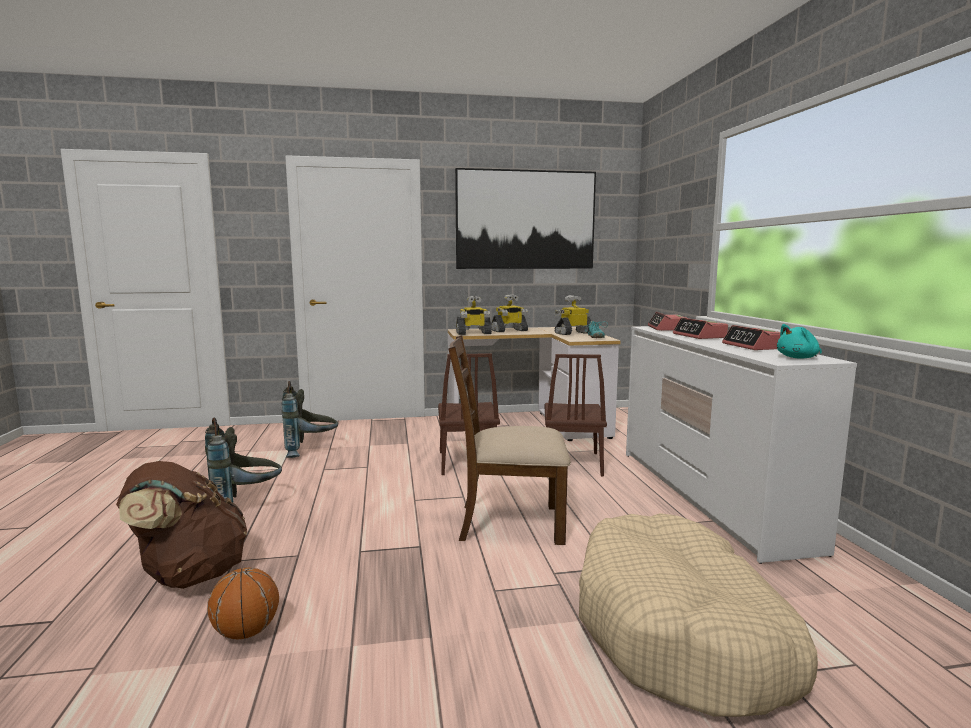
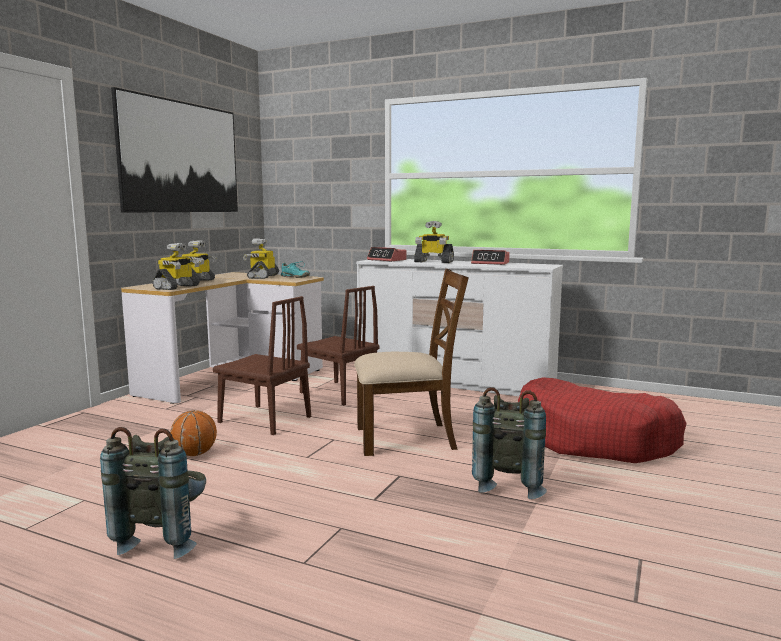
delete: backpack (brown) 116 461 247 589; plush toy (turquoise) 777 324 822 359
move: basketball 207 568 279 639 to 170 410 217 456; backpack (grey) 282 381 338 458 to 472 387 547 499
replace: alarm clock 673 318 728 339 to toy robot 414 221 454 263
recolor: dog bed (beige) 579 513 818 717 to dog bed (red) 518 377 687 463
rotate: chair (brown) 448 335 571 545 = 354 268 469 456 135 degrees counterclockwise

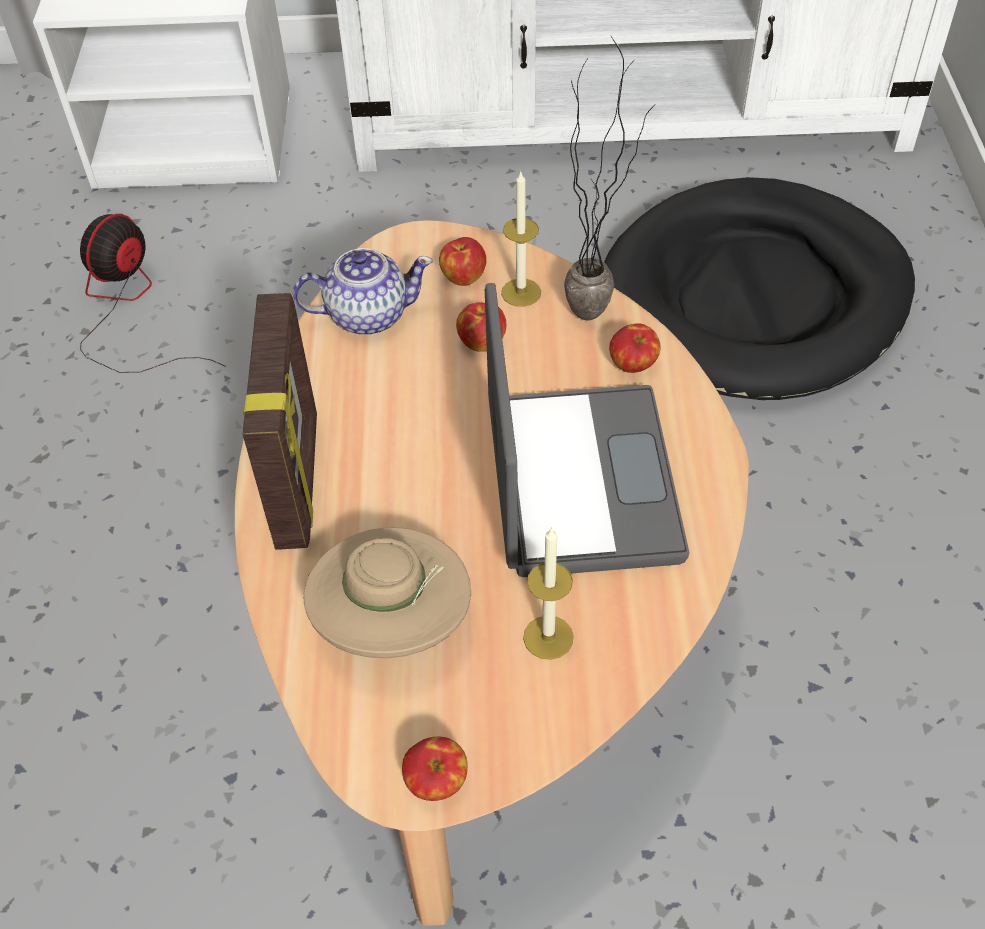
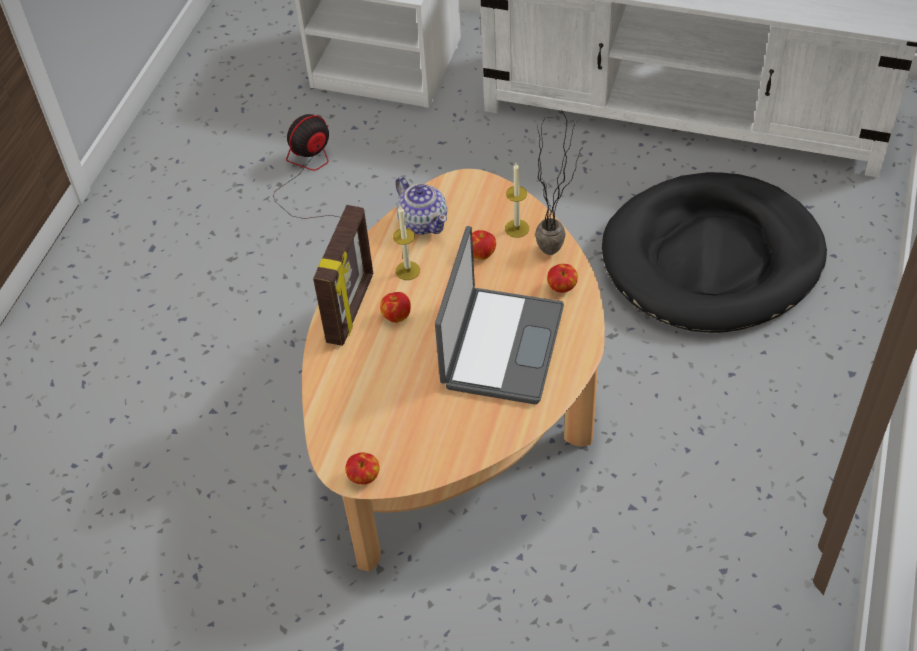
delete: hat (beige) 304 527 471 658
move: apple 439 237 486 286 to 380 292 411 323; candle 523 527 574 660 to 393 205 420 280
rotate: teapot 293 248 433 335 = 395 177 447 235 45 degrees clockwise

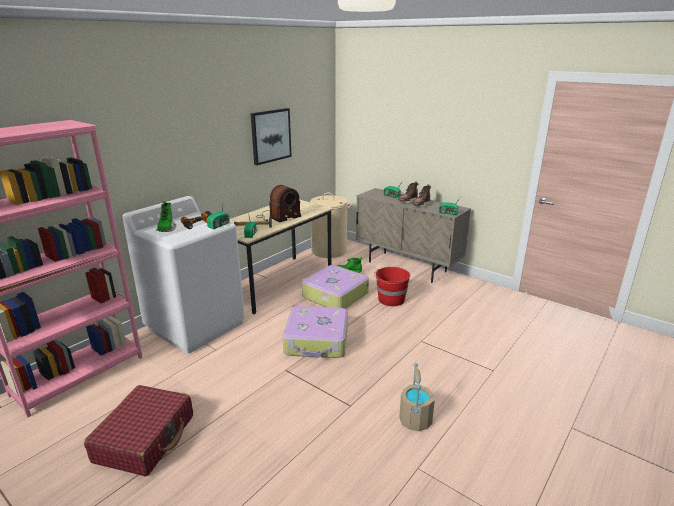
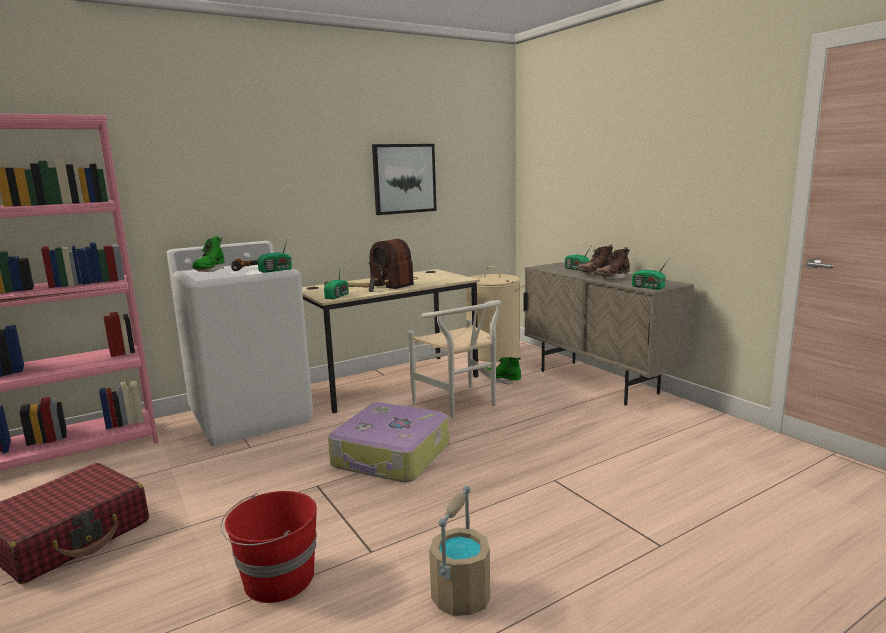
move: bucket (red) 374 267 410 306 to 220 491 317 603
replace: suitcase 302 265 369 309 to chair (white) 408 300 501 419
rotate: radio 256 185 301 222 = 369 239 418 289 60 degrees clockwise

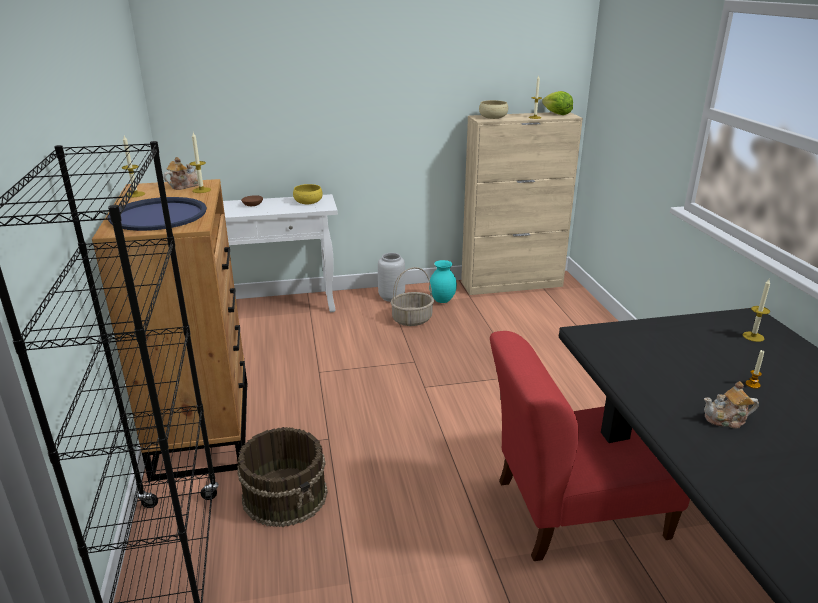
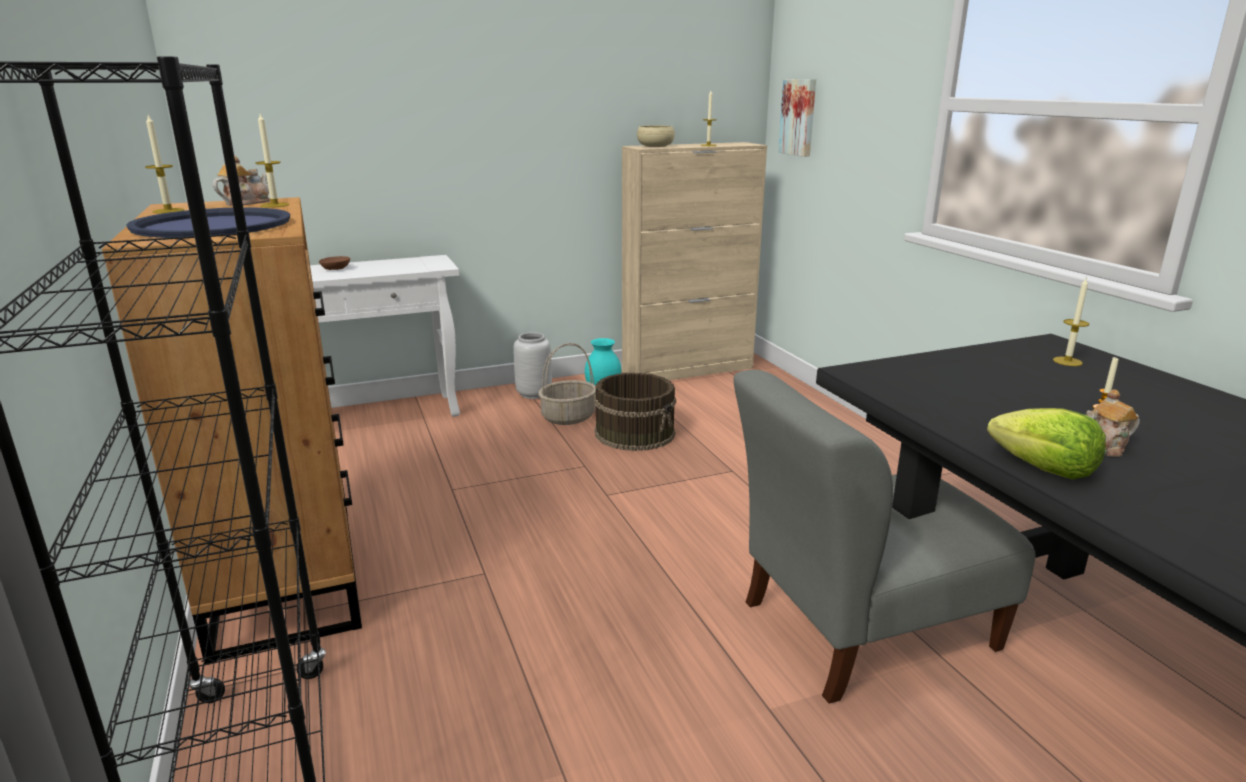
delete: bowl (yellow) 293 184 323 204
insert: picture 778 79 816 157
move: bucket (brown) 237 427 328 527 to 594 372 676 451; lettuce 542 91 573 115 to 987 408 1106 479
recolor: chair (red) 490 331 690 561 to chair (grey) 734 370 1035 704

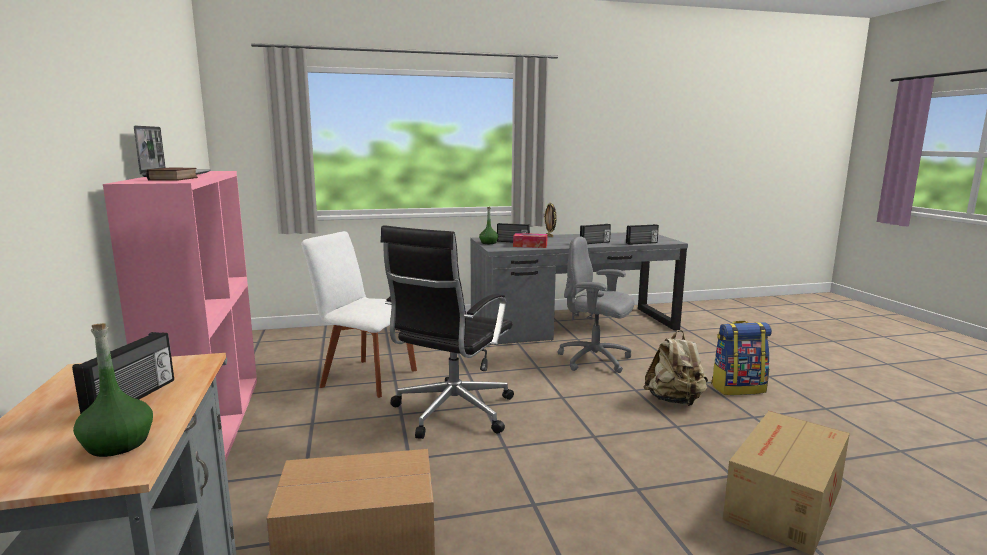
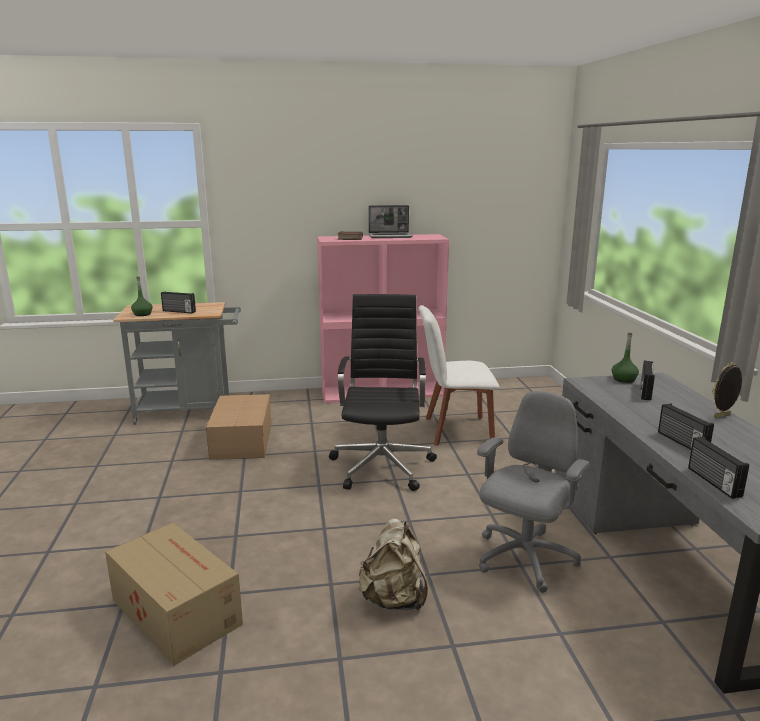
delete: tissue box 513 233 548 248; backpack 711 321 772 395
rotate: office chair (black) 381 225 514 439 = 329 294 437 491 60 degrees clockwise; chair (white) 302 231 417 398 = 419 305 499 446 120 degrees counterclockwise

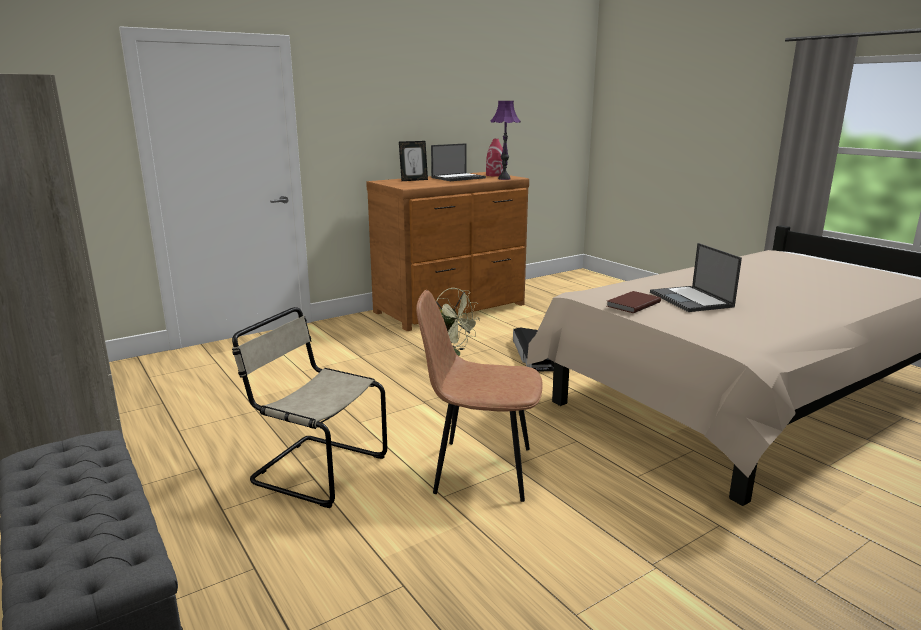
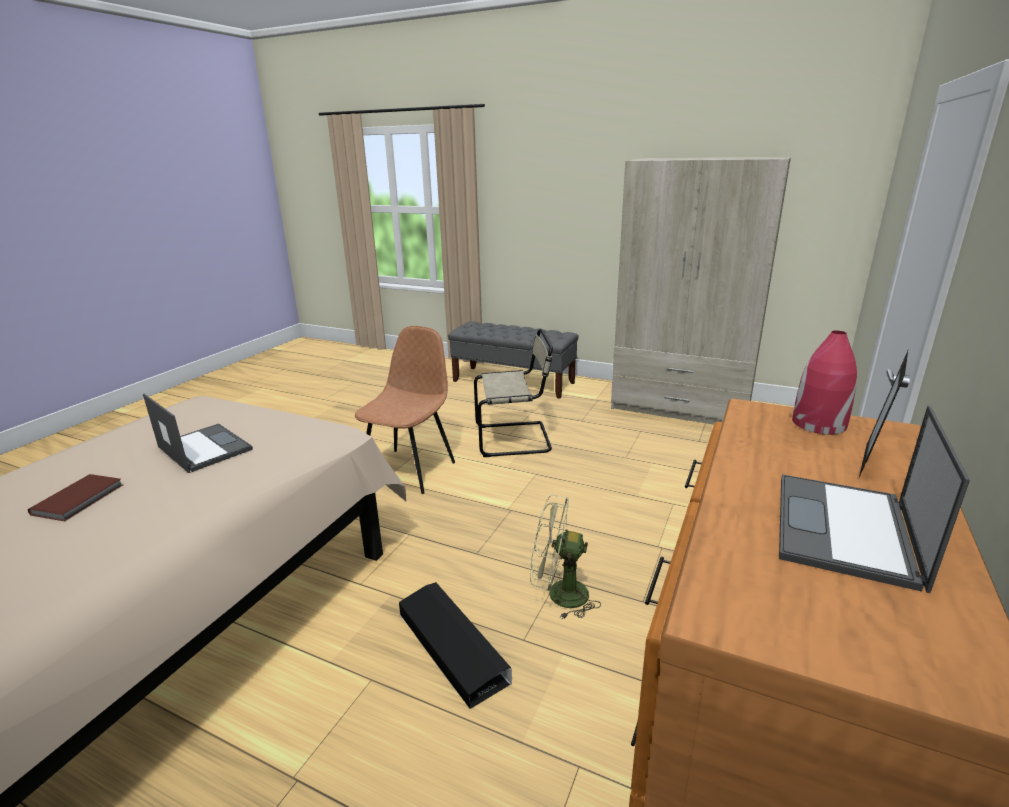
delete: table lamp (purple) 491 101 520 180
move: book (brown) 607 291 661 313 to 28 474 123 521; vase (red) 486 138 503 176 to 792 331 857 435
rotate: chair (brown) 416 290 543 502 = 355 326 455 494 45 degrees counterclockwise

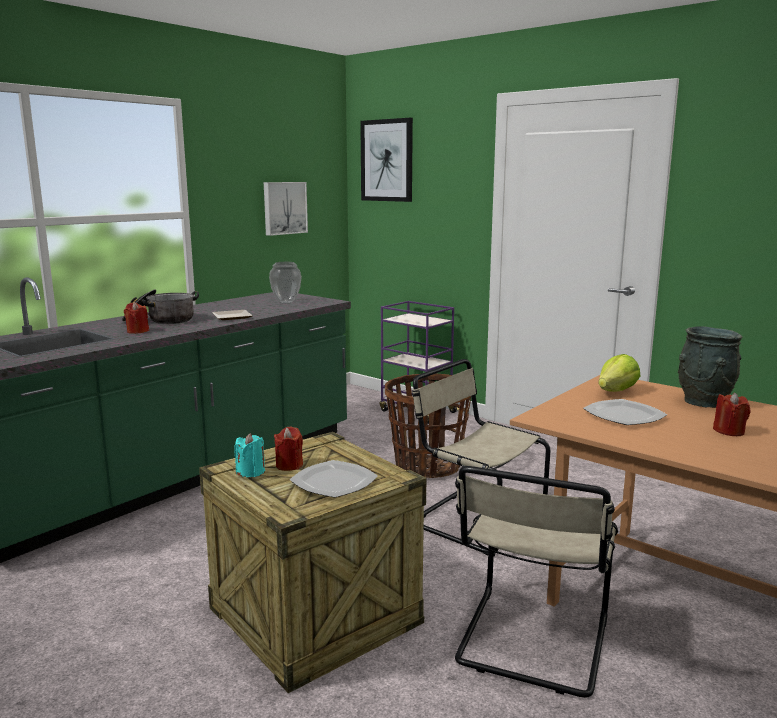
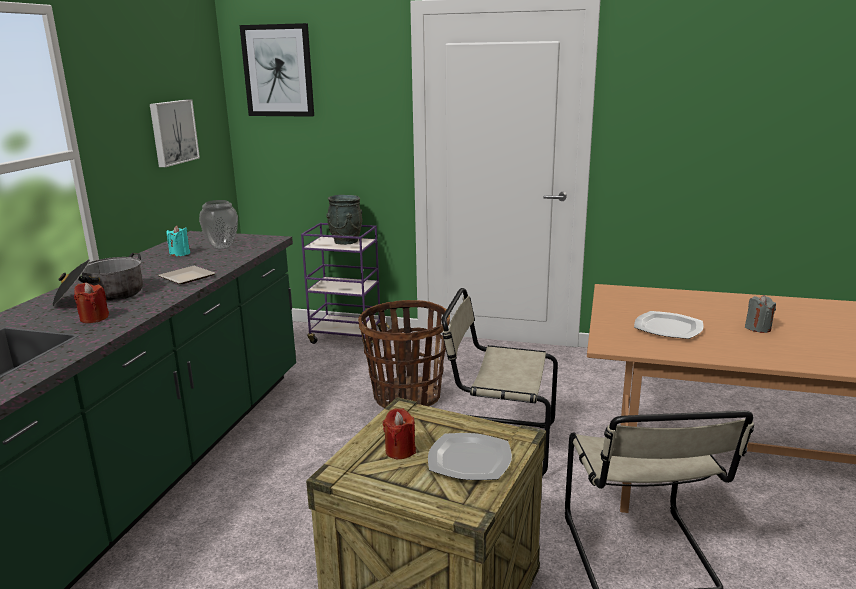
delete: lettuce 598 354 640 392
move: candle (turquoise) 234 433 265 477 to 166 226 190 256; vase (grey) 678 326 742 408 to 326 195 363 245
recolor: candle (red) 713 393 750 436 to candle (grey) 745 295 776 333

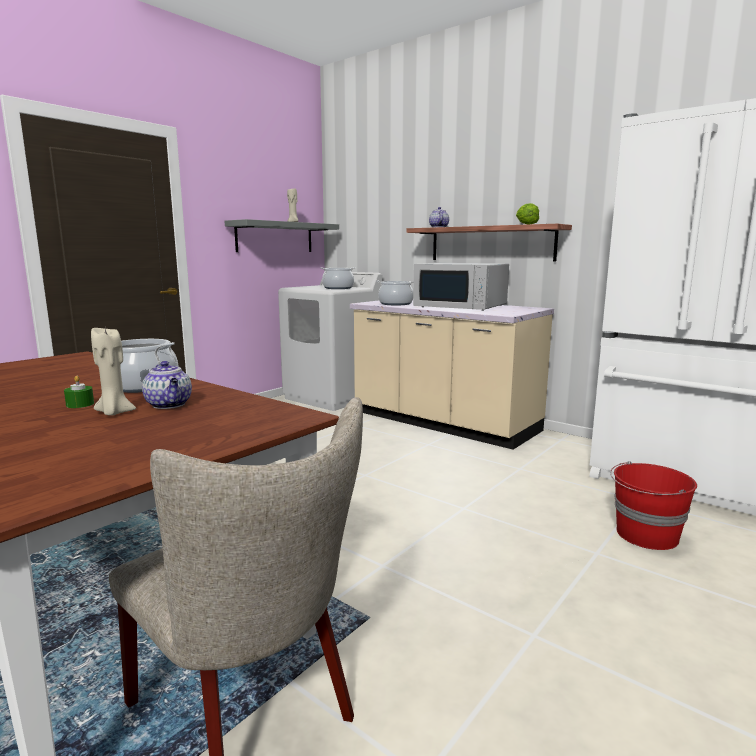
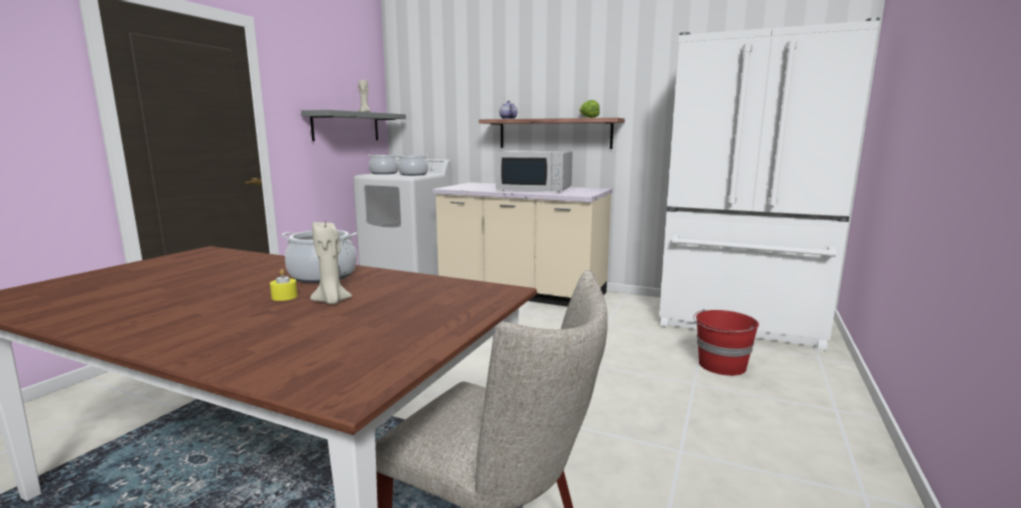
delete: teapot 142 361 192 409
move: cooking pot 377 281 413 305 to 367 154 399 174
recolor: candle (green) 64 376 94 408 to candle (yellow) 270 269 298 301

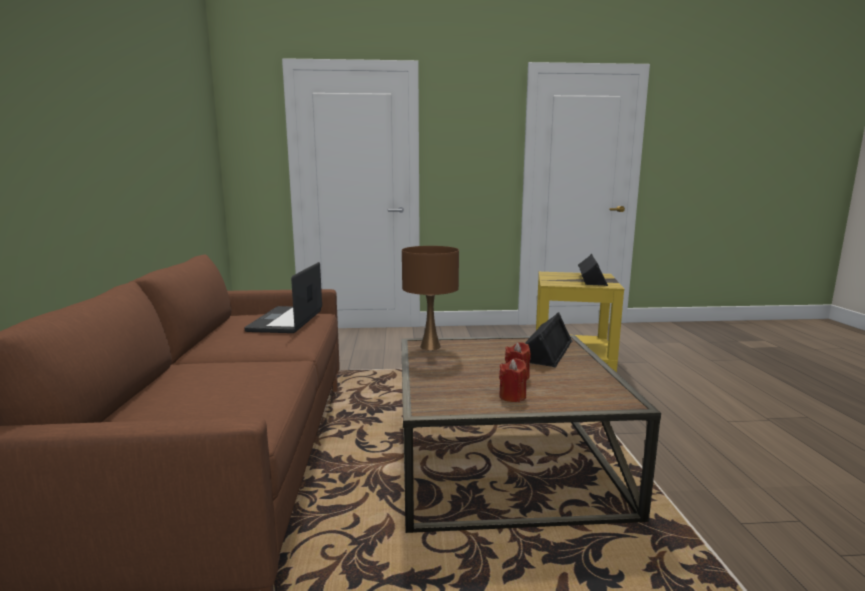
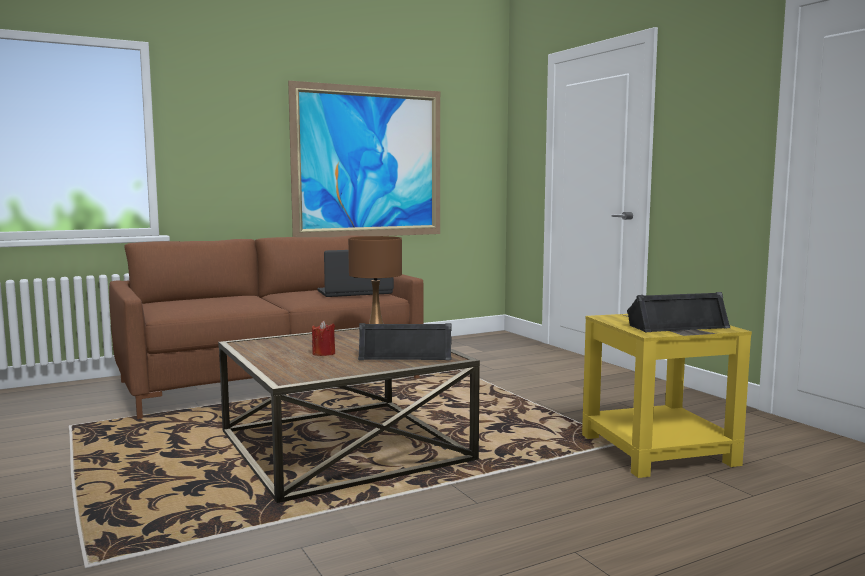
delete: candle (red) 499 359 527 402
insert: picture 288 81 440 237

